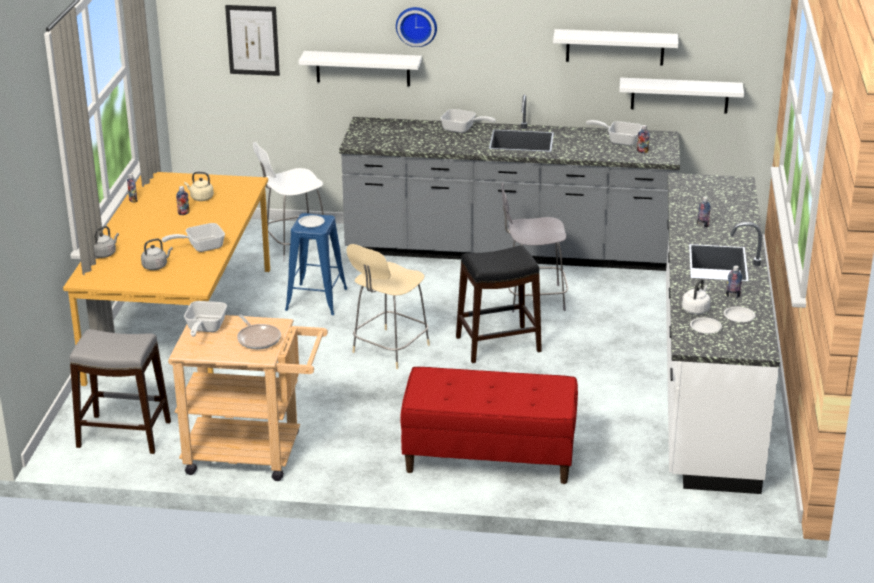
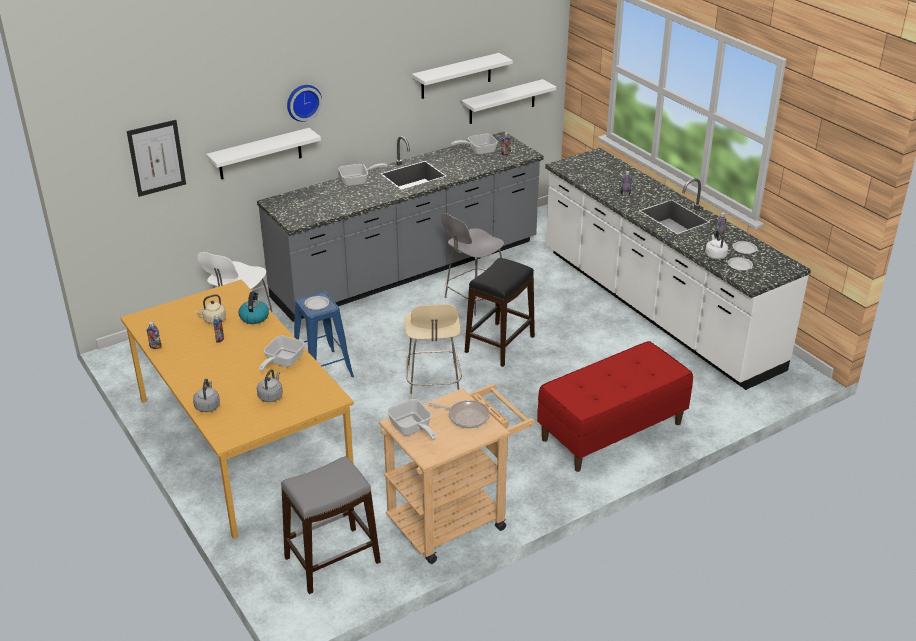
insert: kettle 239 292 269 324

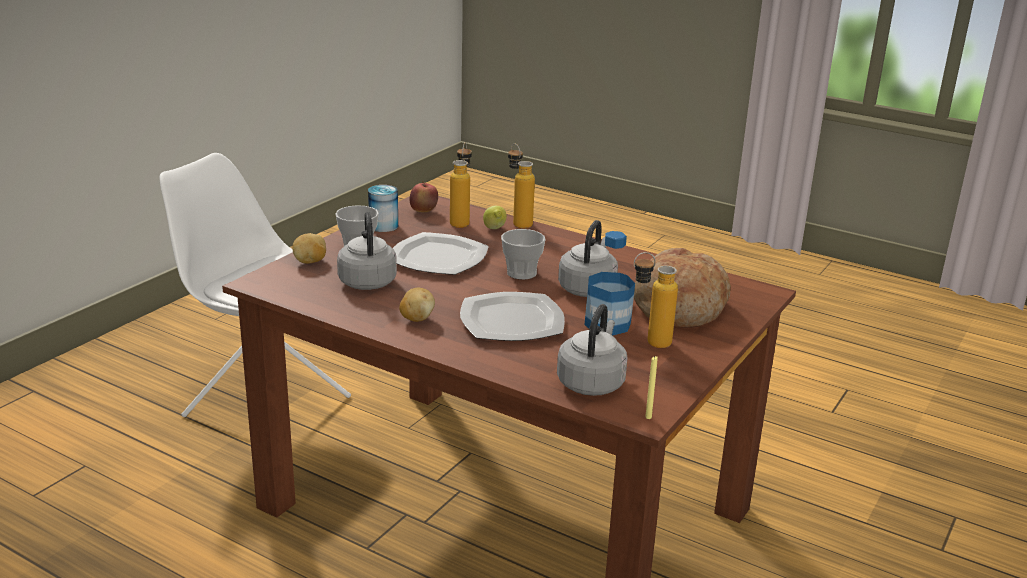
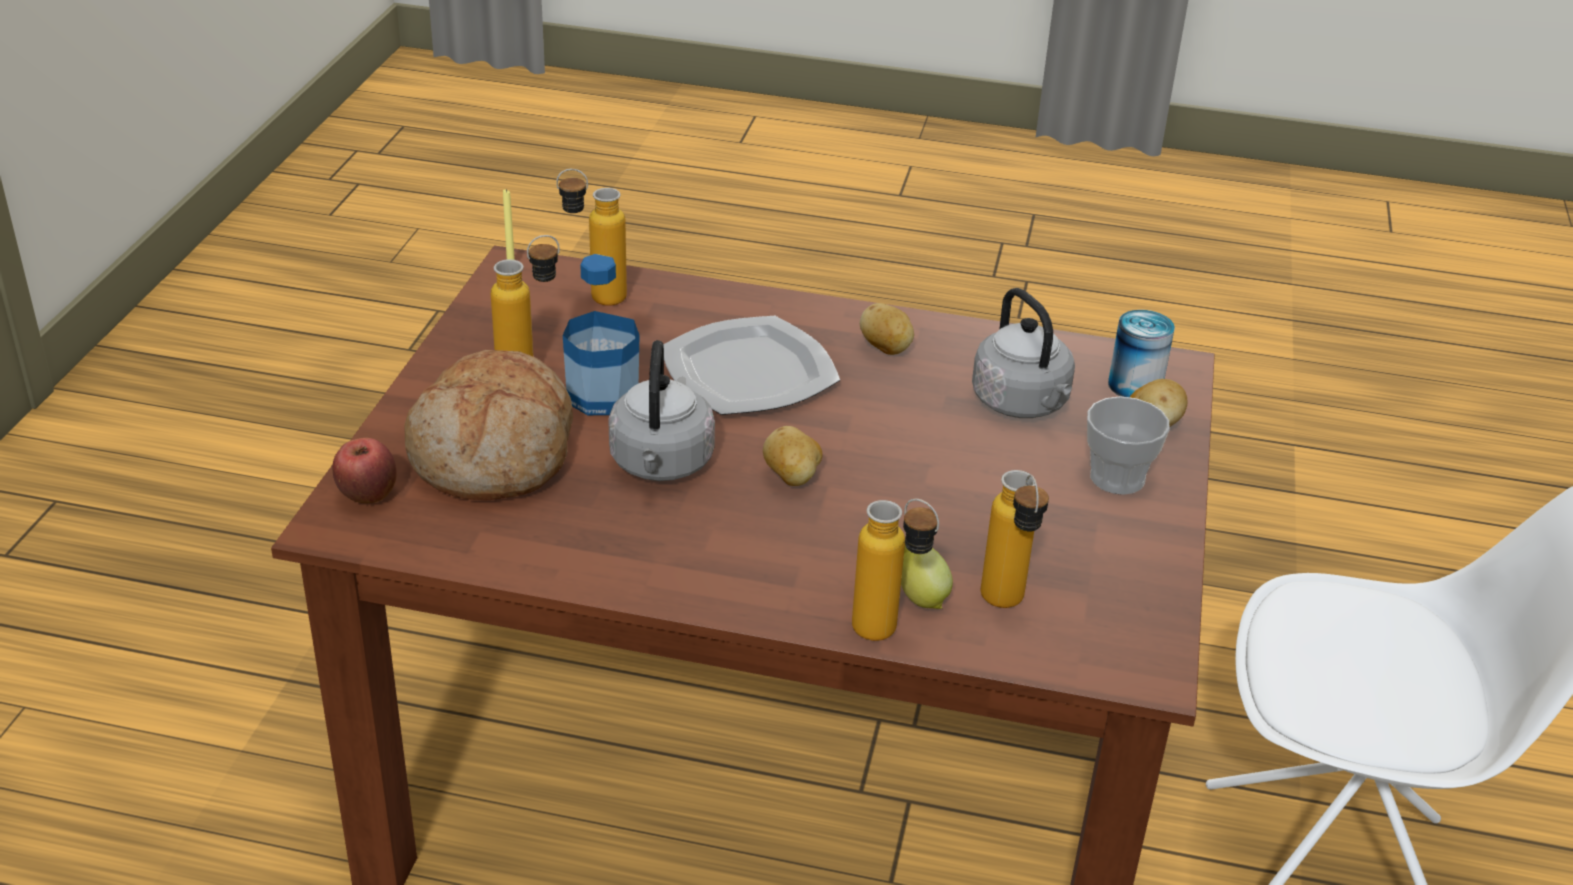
delete: plate 393 232 489 275
move: apple 410 181 438 212 to 332 438 397 503; can 368 185 398 232 to 1108 310 1175 398
replace: kettle (grey) 557 304 628 396 to bottle 556 168 627 306; cup 501 229 545 280 to potato 763 426 823 486

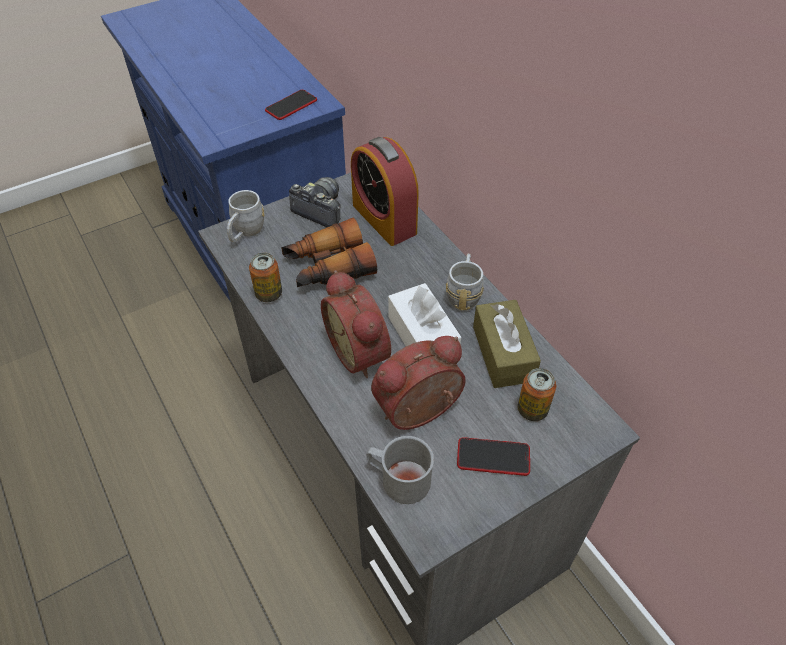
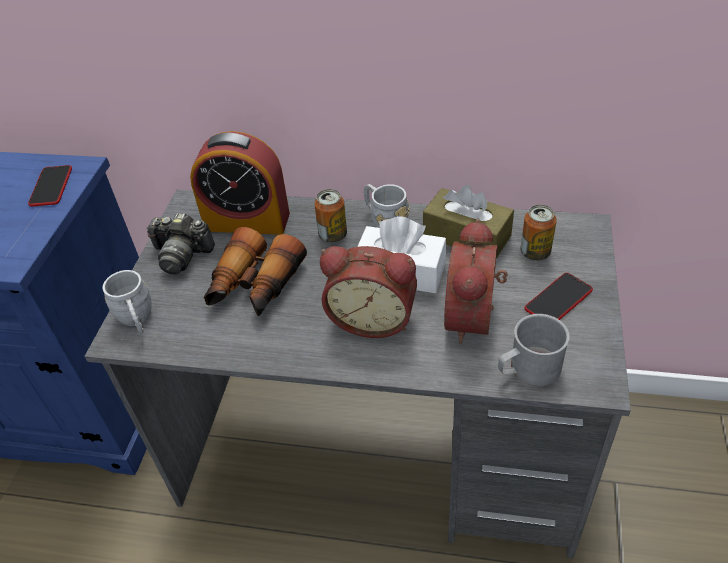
move: can 249 253 282 302 to 314 189 347 243
rotate: photo camera 289 177 341 227 = 146 213 215 274 150 degrees counterclockwise

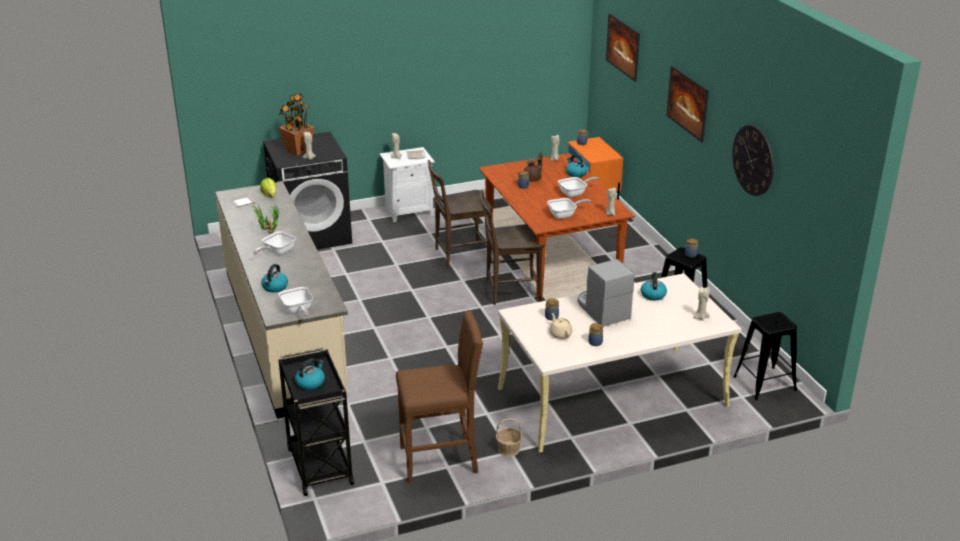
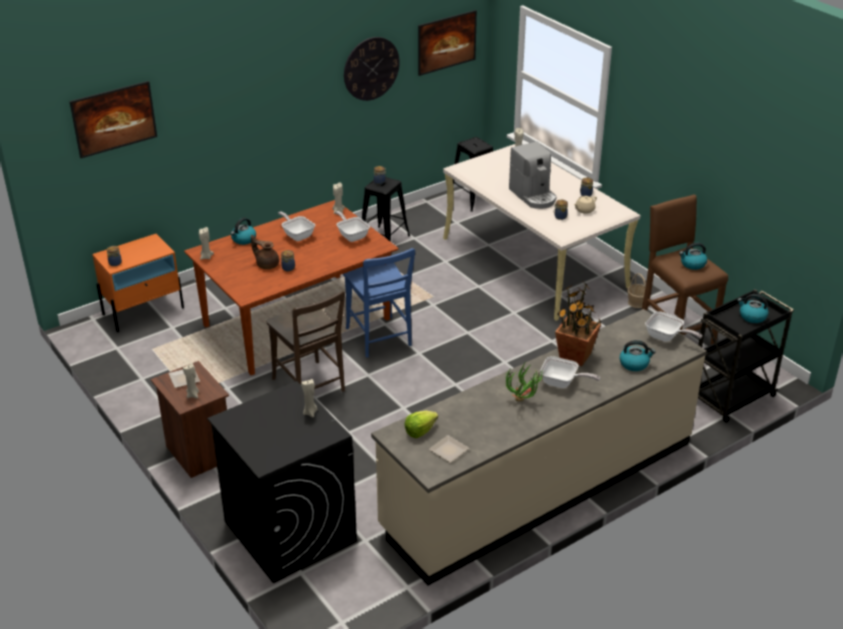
move: picture 666 66 709 142 to 418 10 477 76; potted plant 279 93 314 156 to 555 283 601 366; kettle 641 272 667 301 to 679 243 707 270
recolor: nightstand (white) 380 147 435 222 to nightstand (brown) 151 361 229 478; chair (brown) 480 190 544 305 to chair (blue) 343 248 415 357
rotate: coffee machine 577 259 634 327 = 509 142 557 209 75 degrees counterclockwise; frying pan 279 287 313 316 = 645 311 702 342 75 degrees clockwise

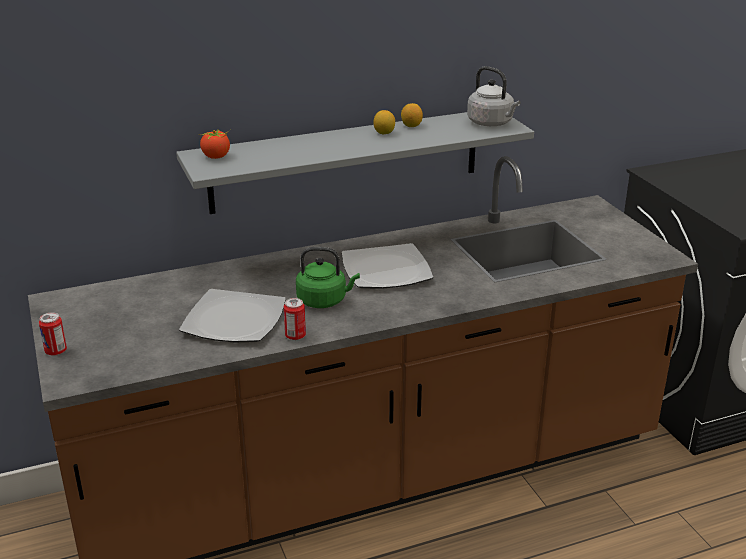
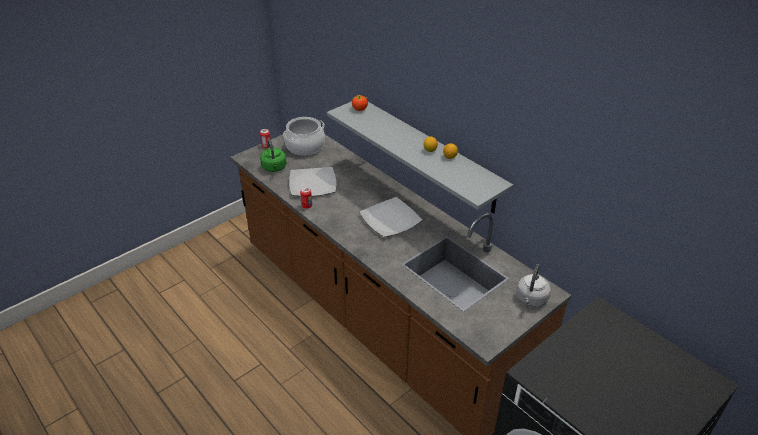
insert: cooking pot 283 117 325 156
move: kettle (green) 296 247 360 308 to 260 138 287 172; kettle (grey) 467 66 520 126 to 516 264 551 307

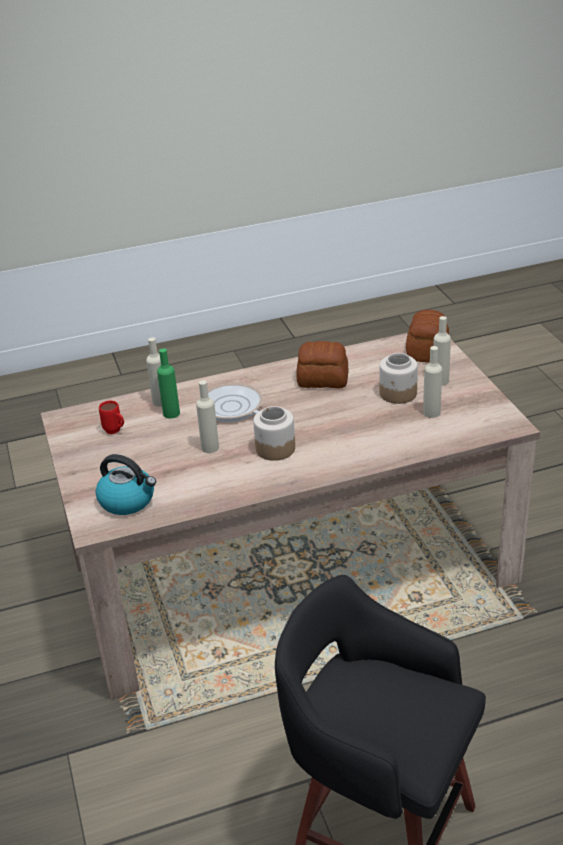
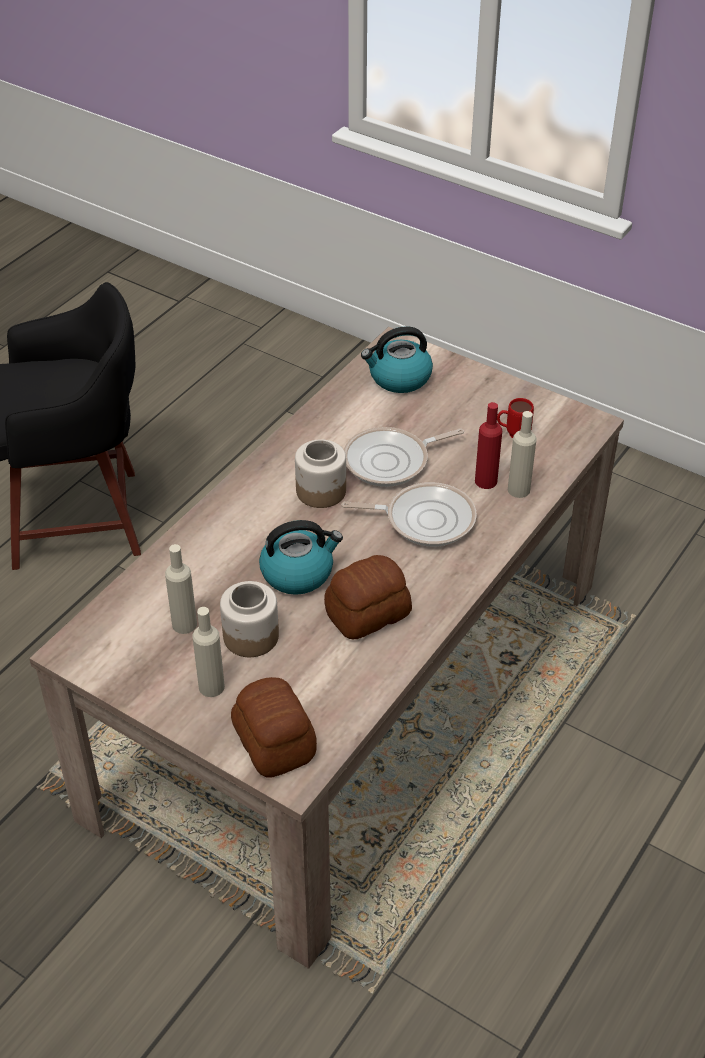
insert: kettle 259 520 343 595
replace: bottle (beige) 196 380 219 453 to frying pan 344 427 464 487
recolor: bottle (green) 157 348 180 419 to bottle (red) 475 402 502 489

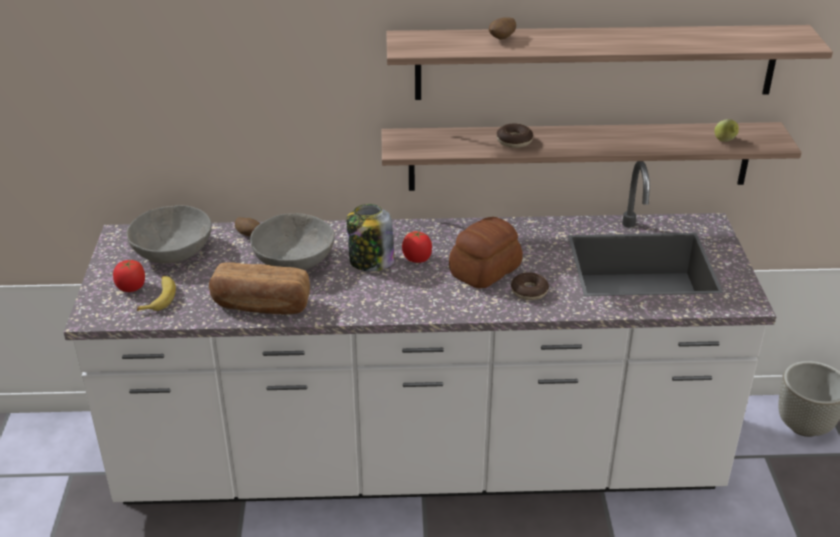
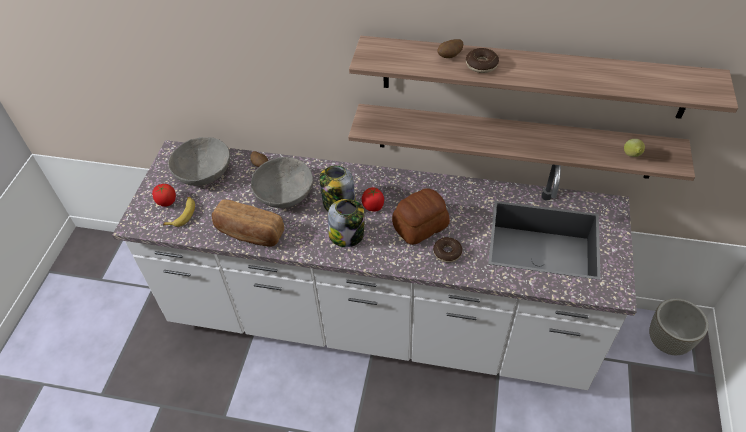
insert: jar 328 199 365 247
move: donut 496 123 533 148 to 466 48 499 73

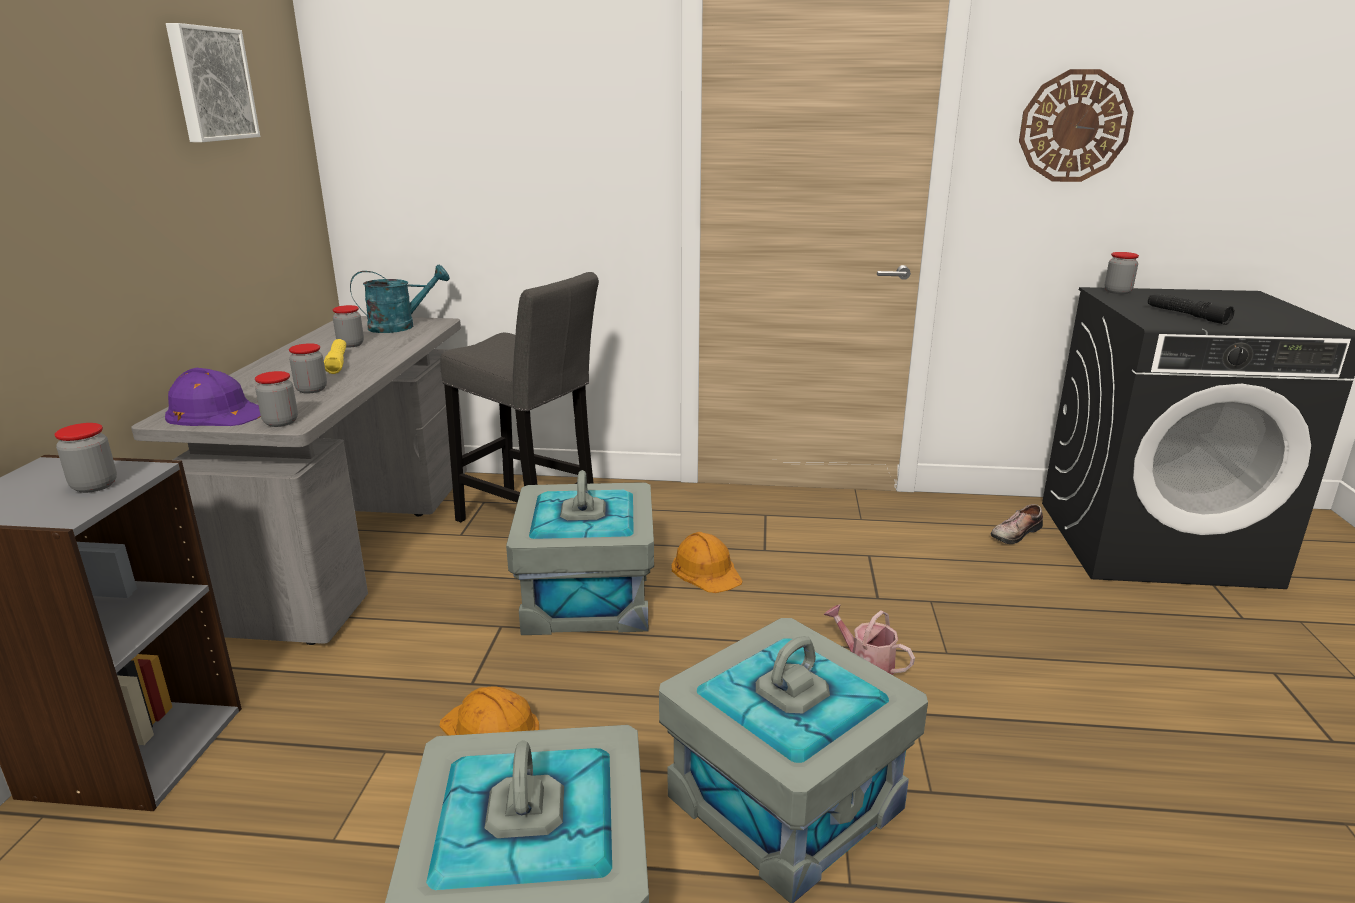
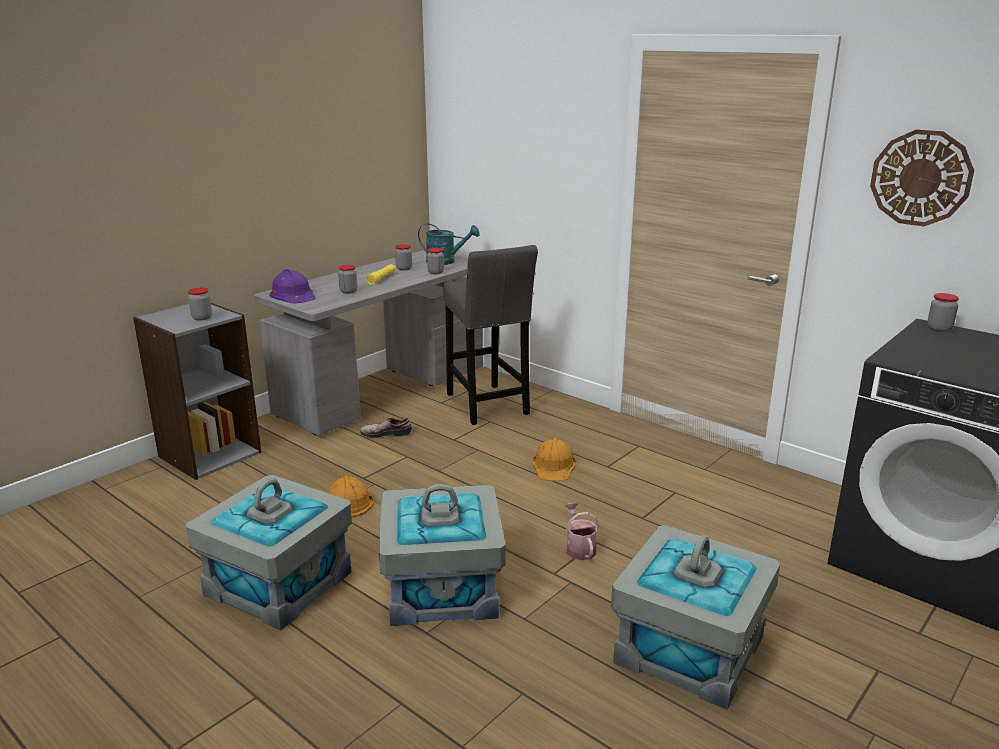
delete: picture 166 23 260 142; flashlight (black) 1148 293 1235 325
move: shoe 991 504 1043 544 to 360 418 412 437; jar 255 371 298 427 to 427 248 444 274; storage box (grey) 506 470 654 635 to 611 525 780 710

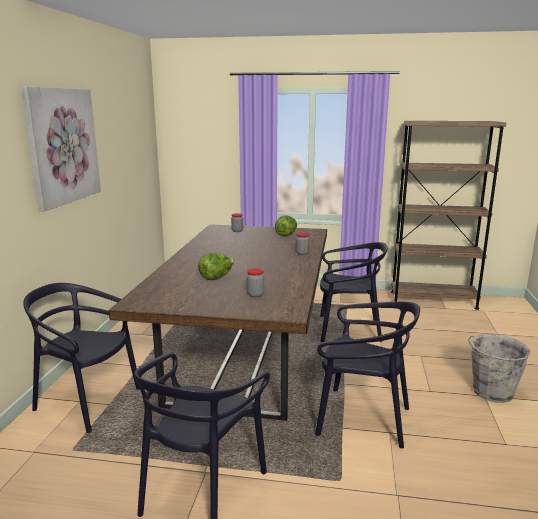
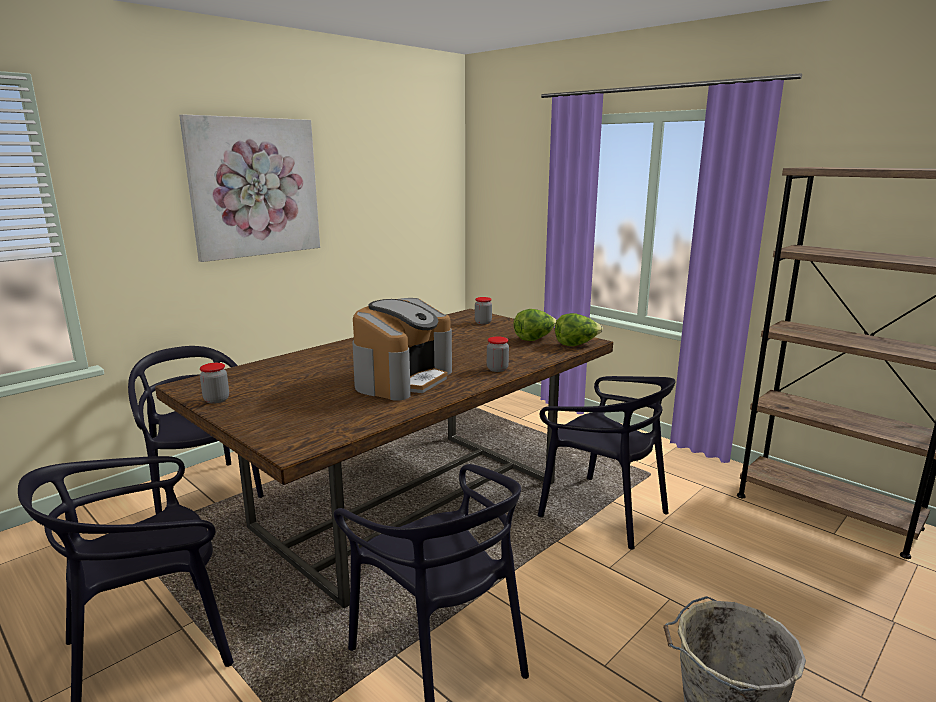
insert: coffee machine 352 298 452 401
move: jar 246 268 264 297 to 200 363 229 404; lettuce 198 252 234 280 to 555 313 603 346

